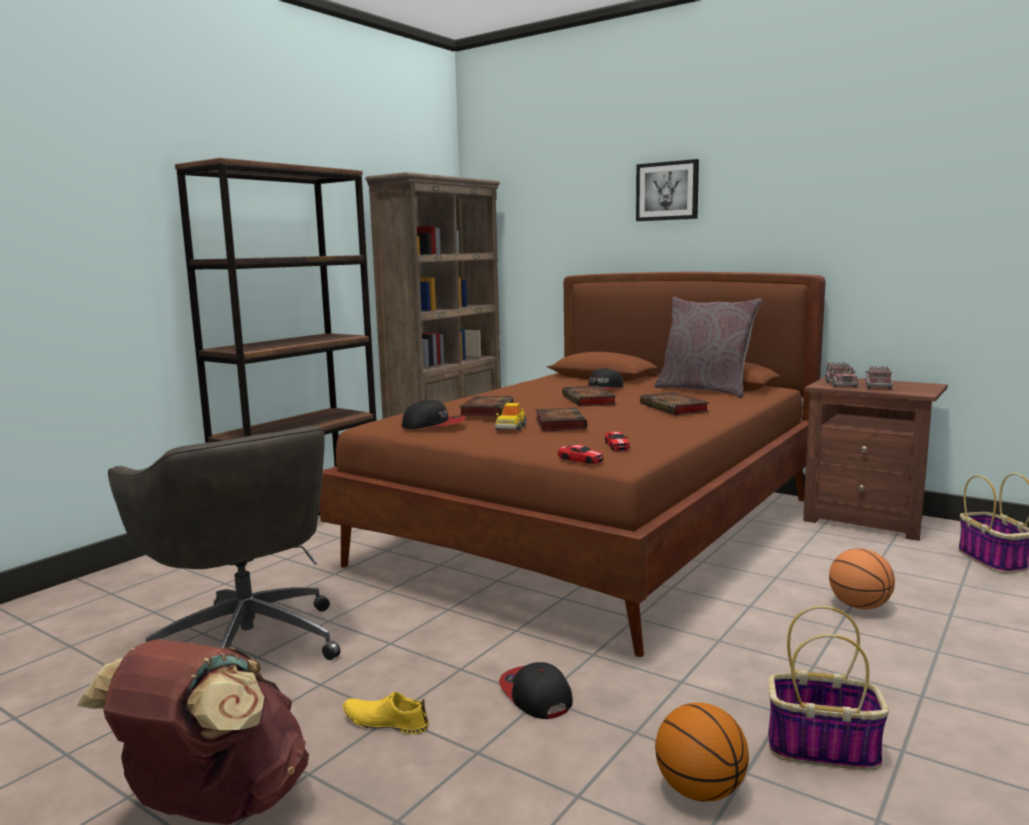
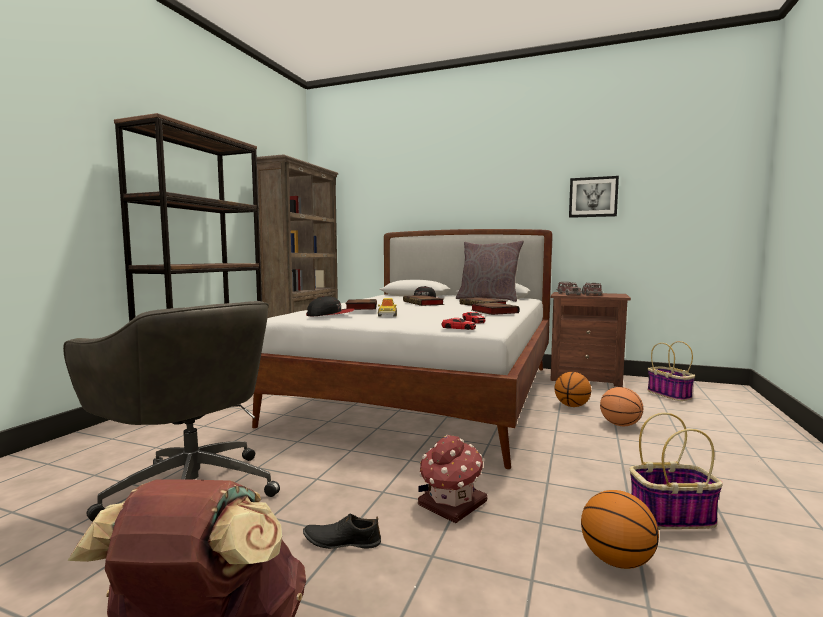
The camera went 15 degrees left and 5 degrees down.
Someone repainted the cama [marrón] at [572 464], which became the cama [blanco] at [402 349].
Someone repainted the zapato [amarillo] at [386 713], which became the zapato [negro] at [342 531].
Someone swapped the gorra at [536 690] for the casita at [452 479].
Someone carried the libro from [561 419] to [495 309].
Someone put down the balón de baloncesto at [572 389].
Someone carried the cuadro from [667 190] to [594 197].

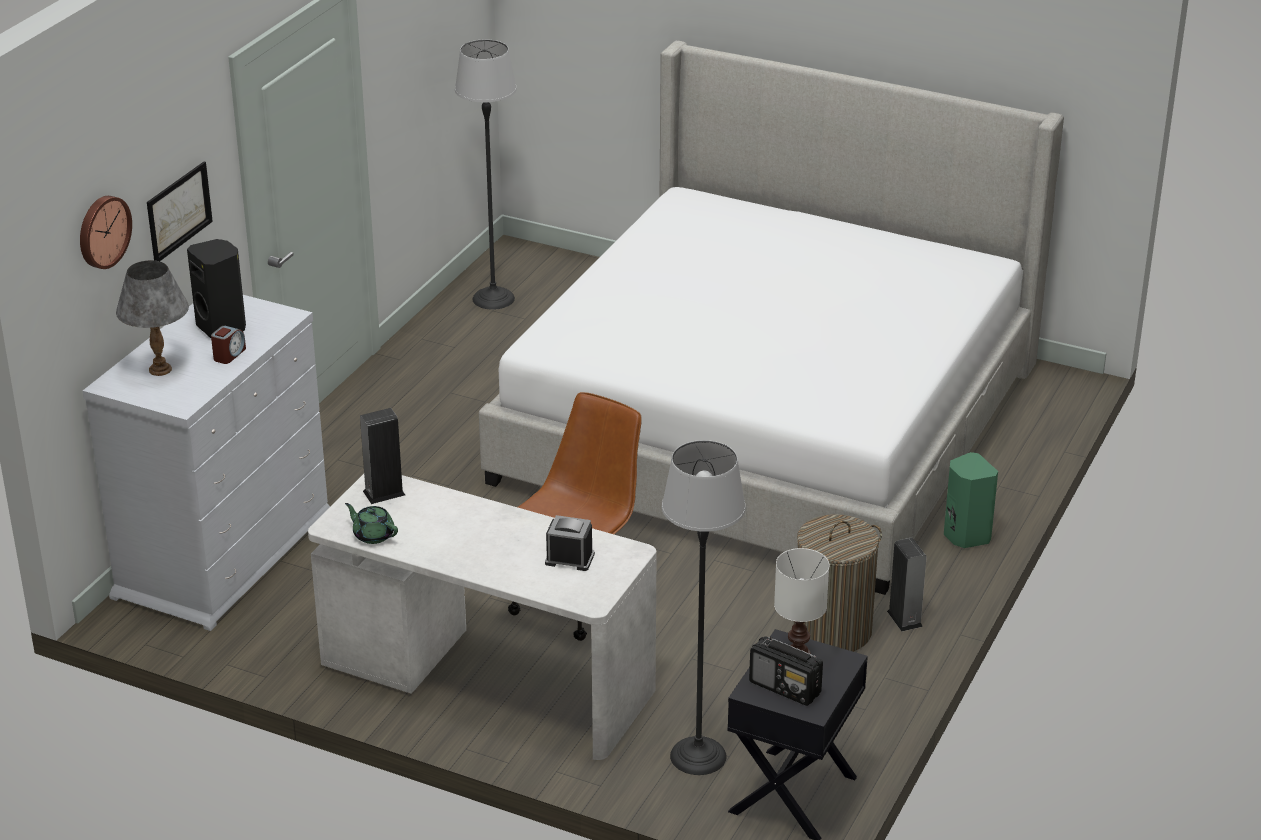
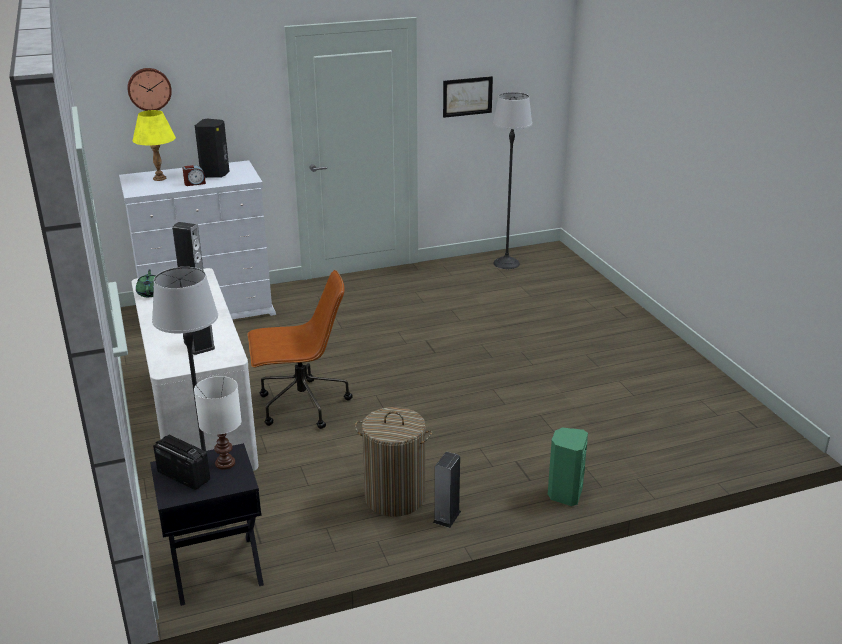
The camera went 45 degrees right and 5 degrees down.
Someone repainted the lámpara de mesa [gris] at [152 318], which became the lámpara de mesa [amarillo] at [154 145].
Someone rotated the radio at [786 671] by 135 degrees clockwise.
Someone carried the cuadro from [180 211] to [468 97].
Someone took away the cama at [771 318].

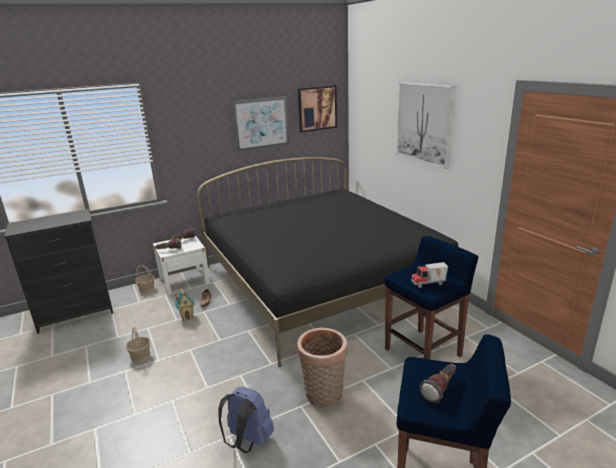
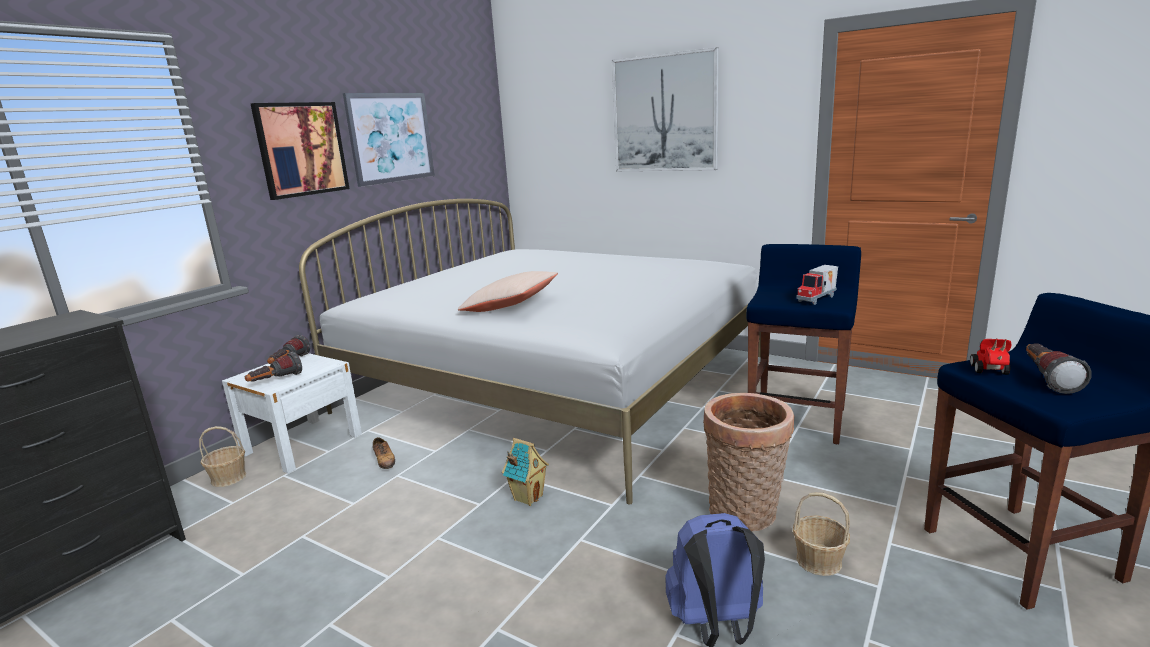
The camera went 30 degrees left and 5 degrees down.
Someone carried the cuadro from [317 108] to [300 151].
Someone repainted the cama [negro] at [327 262], which became the cama [blanco] at [530 352].
Someone put down the cojín [beis] at [508 291].
Someone carried the casita from [185 304] to [525 472].
Someone carried the cesta from [138 344] to [821 534].
Someone put down the coche de juguete at [991 357].

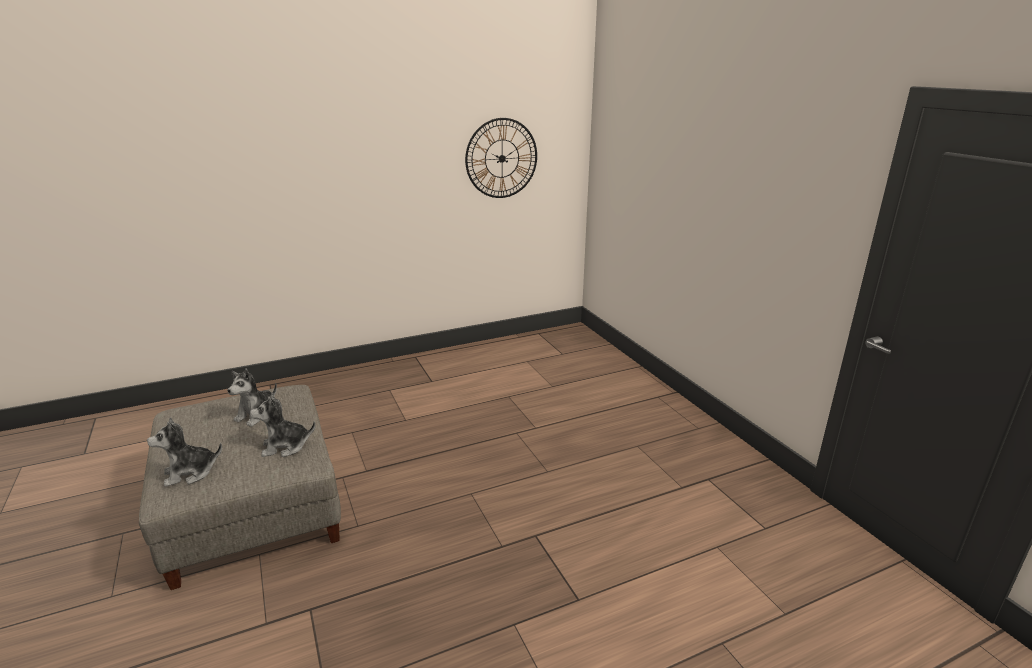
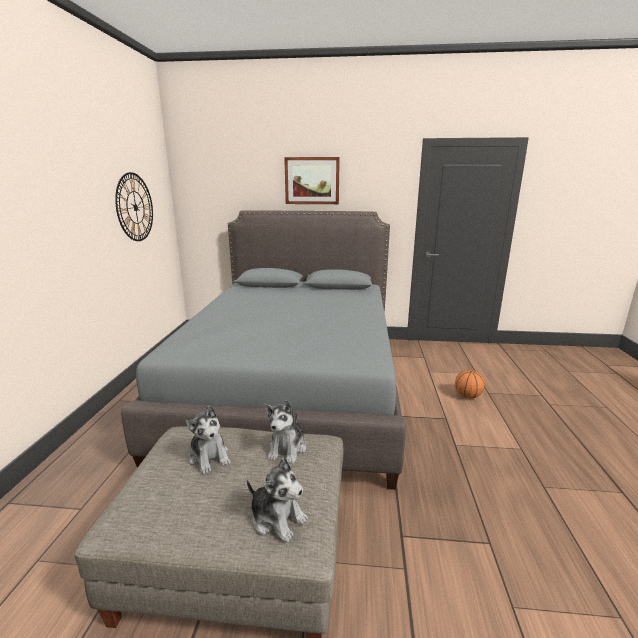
The camera went 60 degrees left and 5 degrees down.
Someone put down the cama [gris] at [263 350].
Someone rotated the peluche at [184 452] by 60 degrees counterclockwise.
Someone put up the cuadro at [312 180].
Someone put down the balón de baloncesto at [470 384].

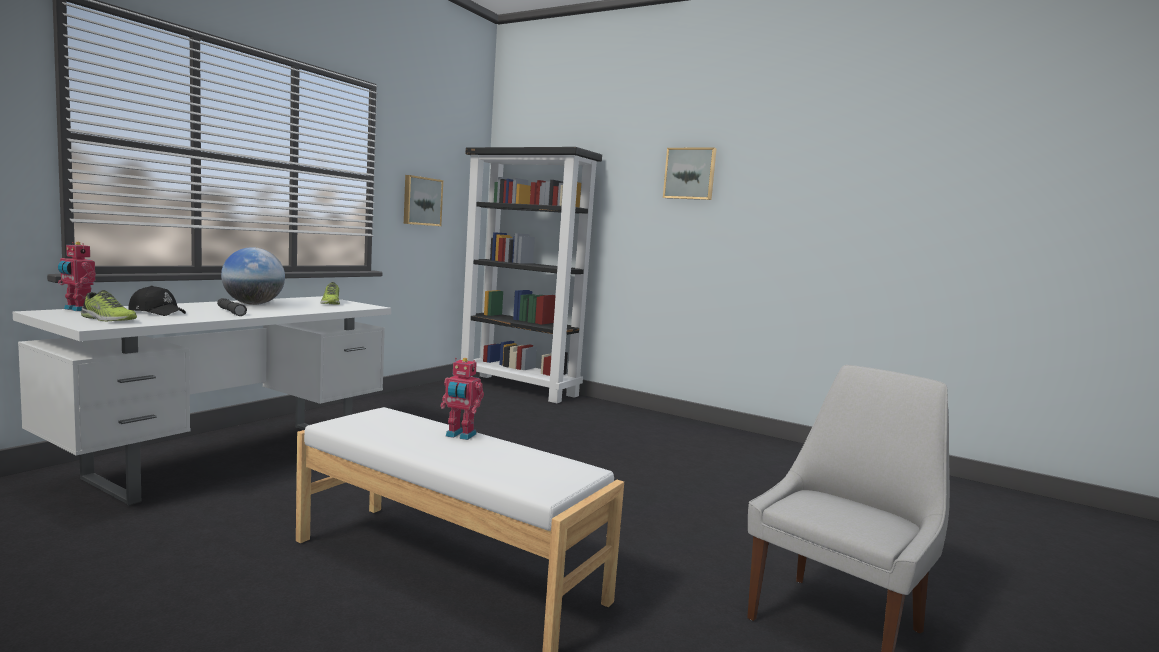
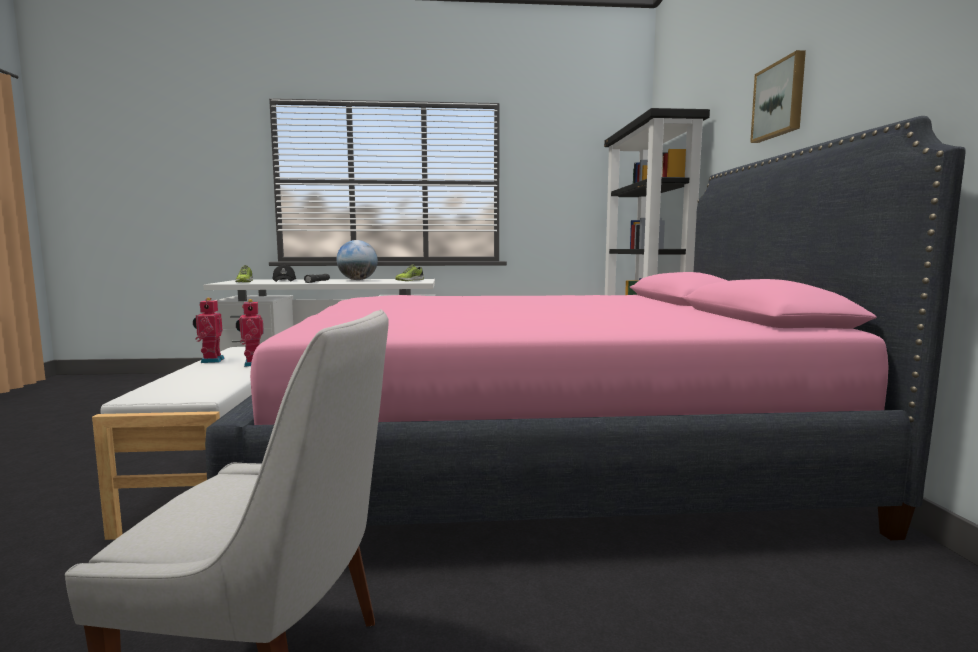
The camera went 55 degrees right and 0 degrees up.
Someone carried the robot de juguete from [77 276] to [209 330].
Someone put down the cama [rosa] at [585 328].
Someone took away the cuadro at [423 200].

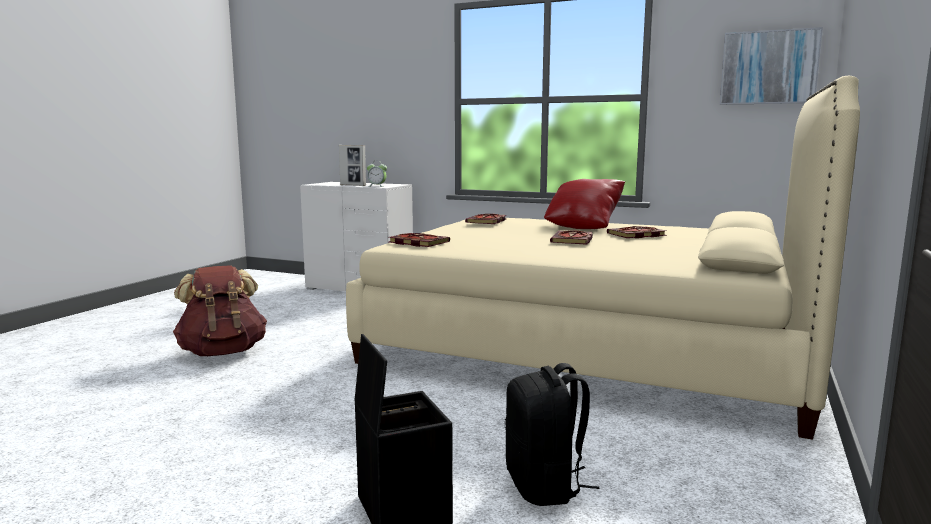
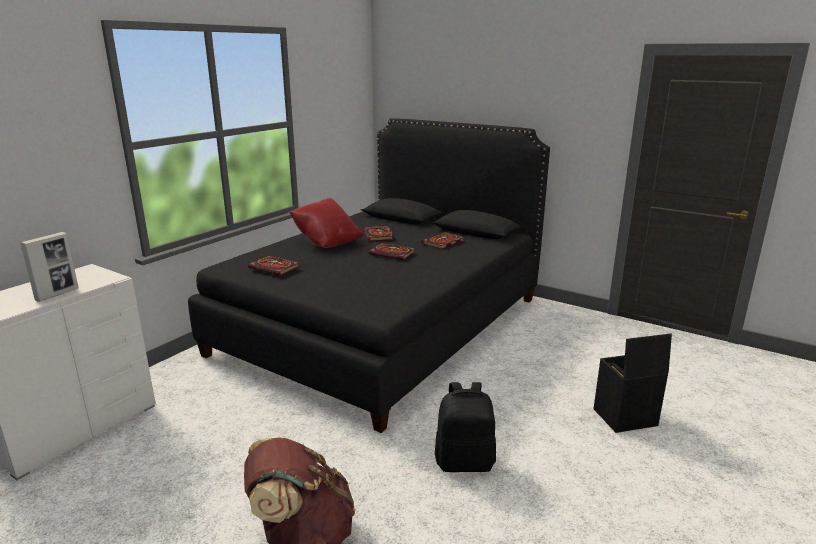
The camera went 80 degrees left and 10 degrees up.
Someone repainted the cama [beis] at [603 258], which became the cama [negro] at [369 275].
Someone carried the libro from [419 240] to [443 240].
Someone carried the mochila [negro] from [552 434] to [465 427].
Someone took away the despertador at [377 175].
Someone took away the cuadro at [771 66].

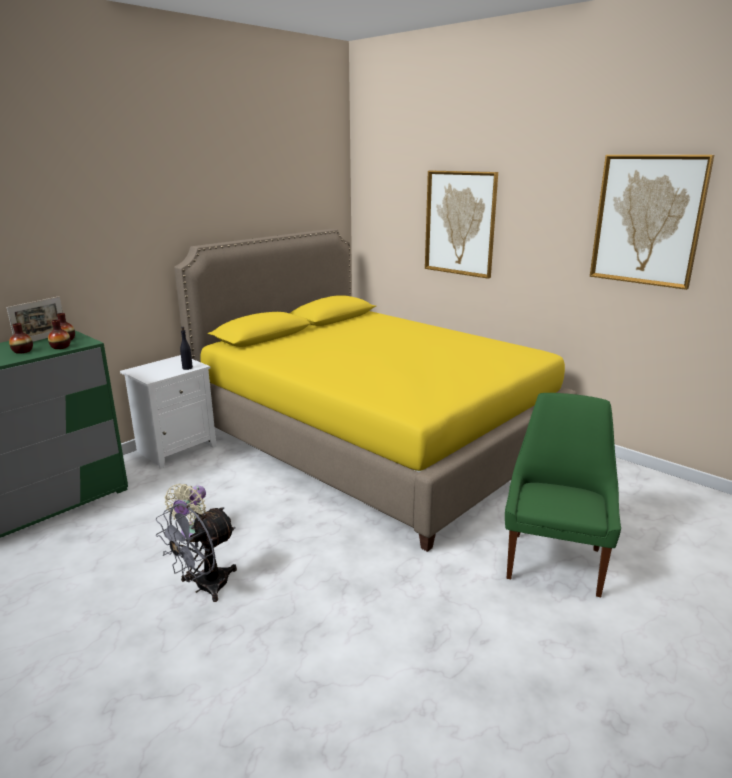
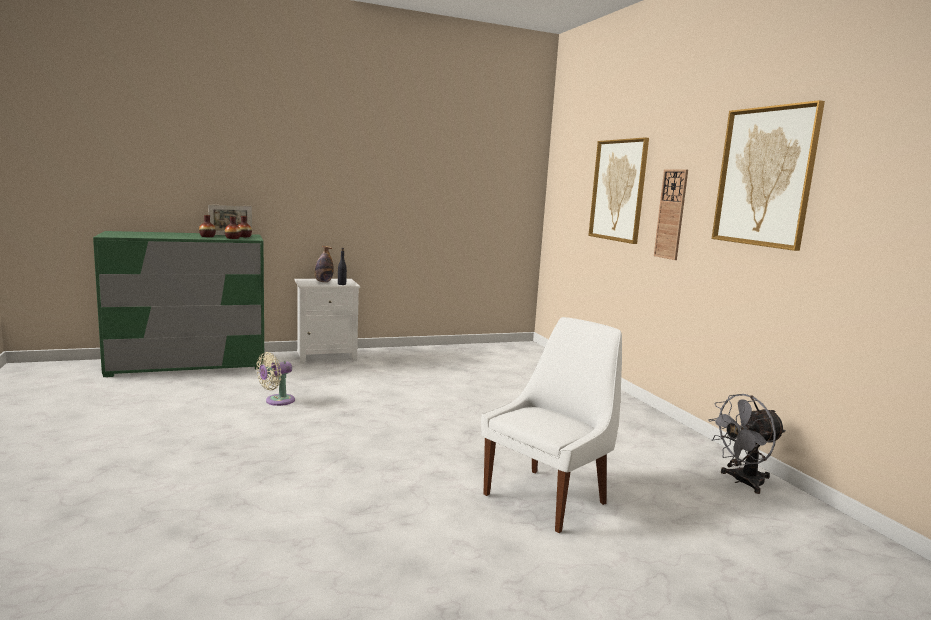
The camera went 25 degrees right and 10 degrees down.
Someone put down the botella at [324 264].
Someone repainted the silla [verde] at [563 495], which became the silla [blanco] at [551 425].
Someone put up the reloj de pared at [671 214].
Someone carried the ventilador [gris] from [196 552] to [747 444].
Someone took away the cama [amarillo] at [375 390].

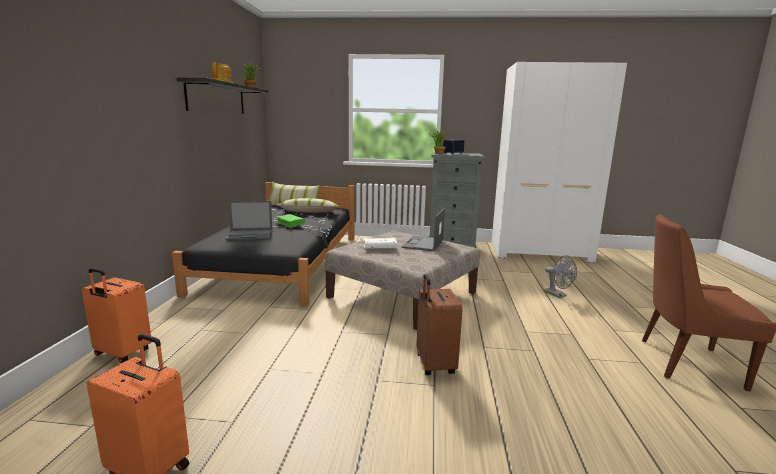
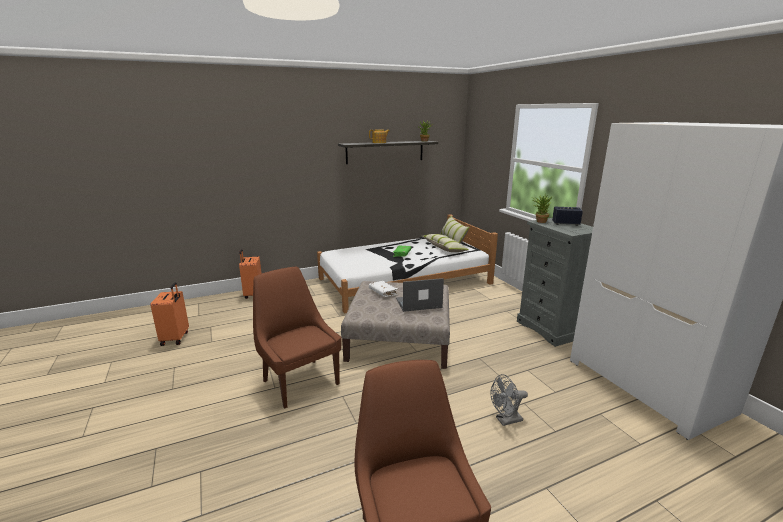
The camera went 60 degrees right and 5 degrees up.
Someone swapped the maleta [marrón] at [440 324] for the silla [marrón] at [297 338].
Someone repainted the cama [negro] at [263 244], which became the cama [blanco] at [407 264].
Someone rotated the ventilador [gris] at [560 276] by 45 degrees clockwise.
Someone took away the portátil at [249 220].

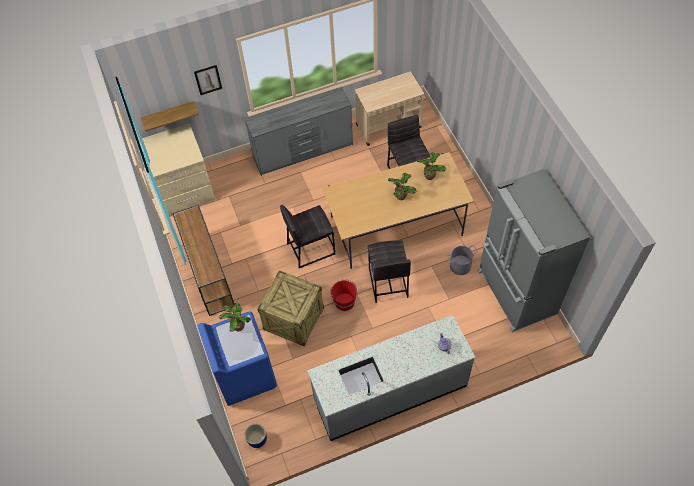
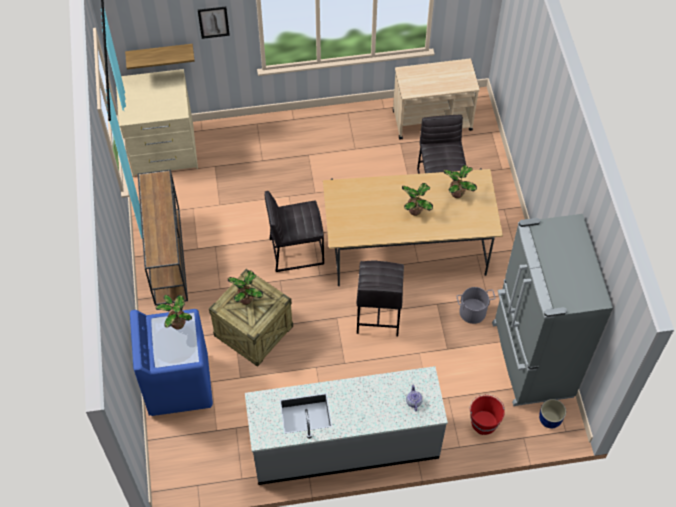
The camera went 10 degrees right and 0 degrees up.
Someone put down the planta en maceta at [245 288].
Someone carried the cubo [rojo] from [343 295] to [487 414].
Someone carried the maceta [azul] from [256 436] to [552 413].
Someone took away the cómoda [gris] at [298 131].

